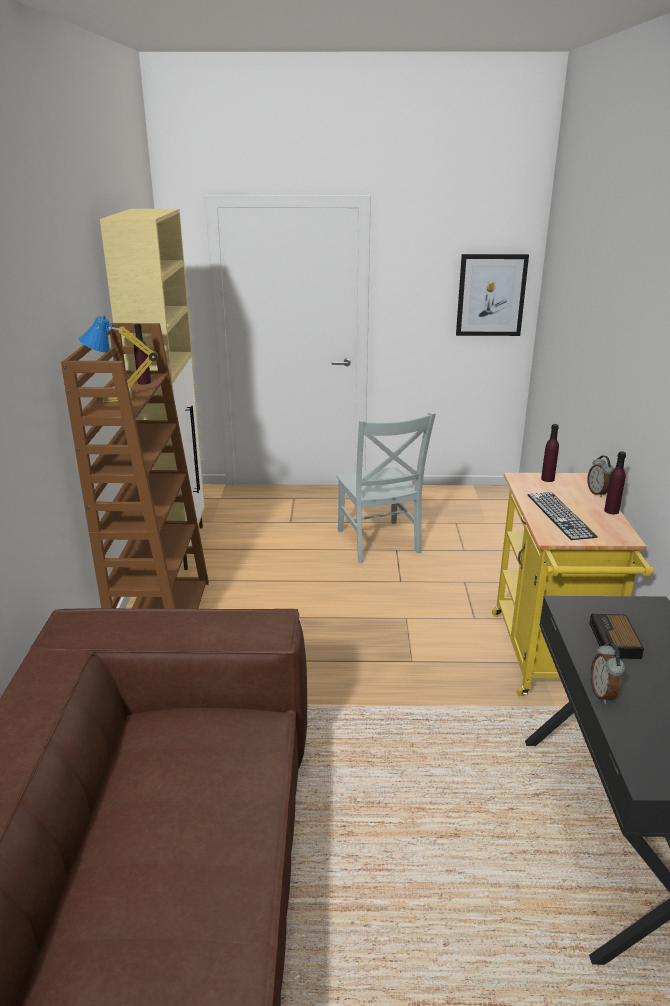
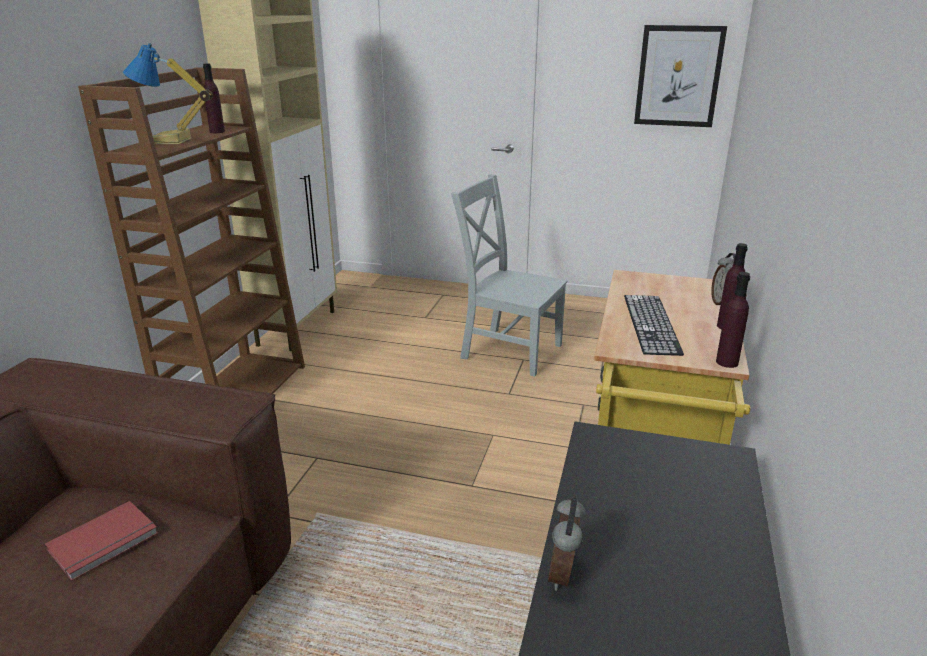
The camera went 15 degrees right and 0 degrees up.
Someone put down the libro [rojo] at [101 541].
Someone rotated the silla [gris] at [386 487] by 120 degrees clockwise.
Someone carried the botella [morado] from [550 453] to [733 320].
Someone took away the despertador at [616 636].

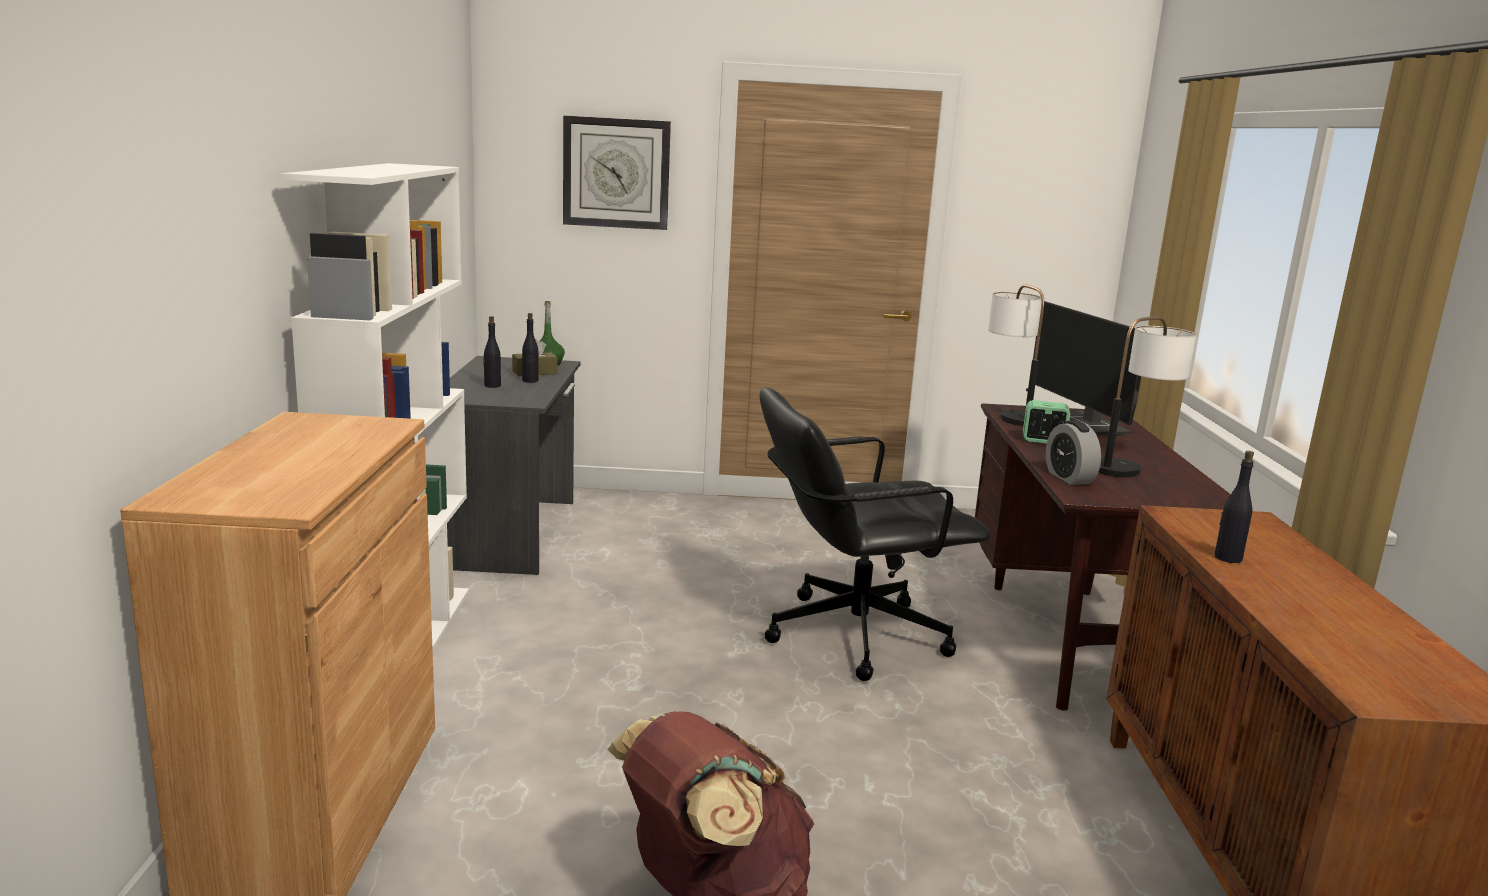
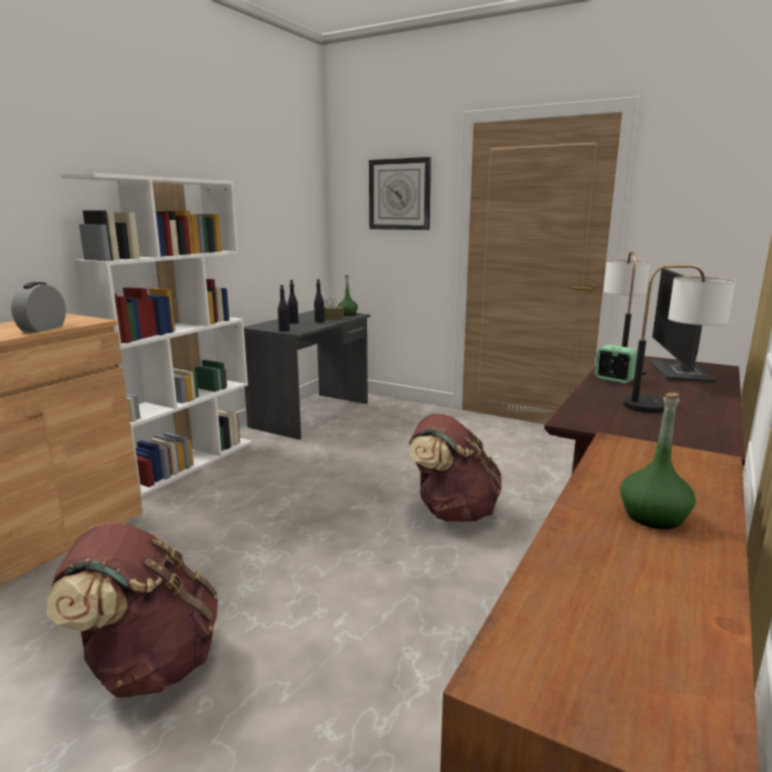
The camera went 30 degrees right and 0 degrees up.
Someone carried the despertador from [1073 453] to [38 307].
Someone carried the botella [negro] from [1234 507] to [283 308].
Someone swapped the silla de oficina [negro] at [875 534] for the mochila [marrón] at [455 468].
Someone put down the botella [verde] at [658 460].

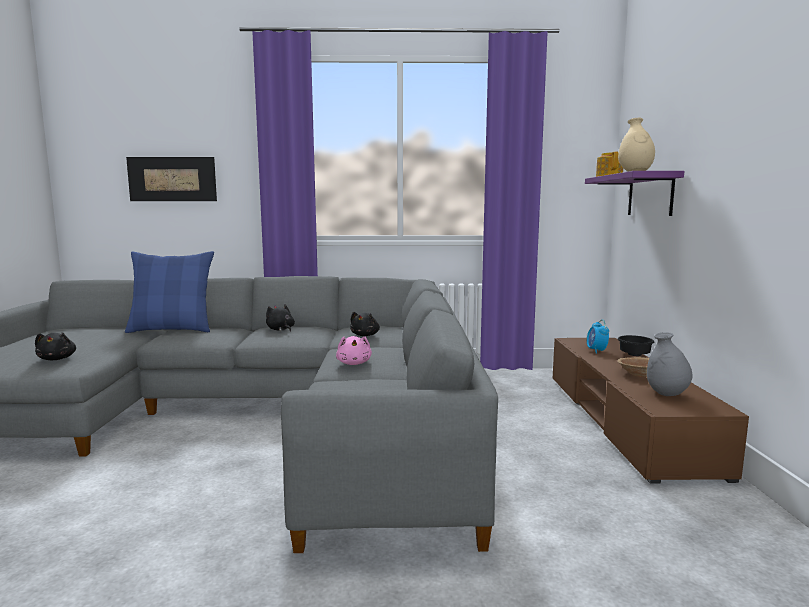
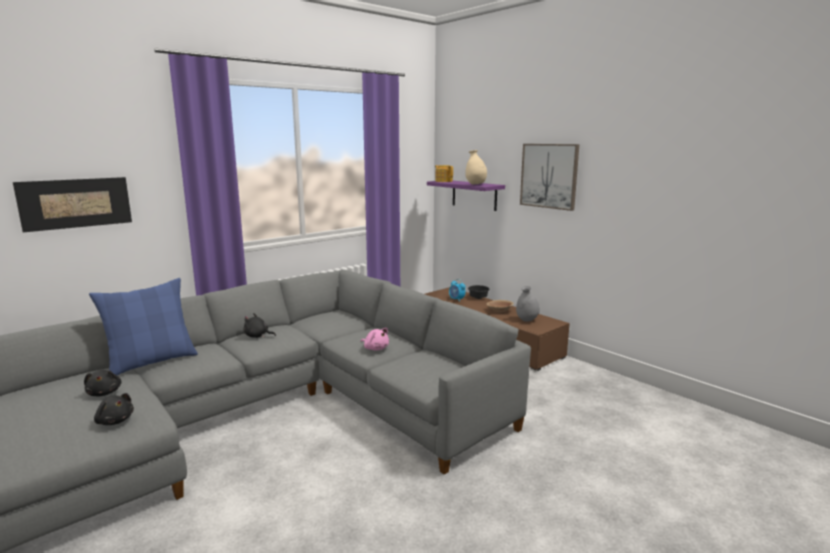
The camera went 40 degrees left and 5 degrees up.
Someone carried the peluche [negro] from [365 324] to [102 383].
Someone put up the cuadro at [549 177].

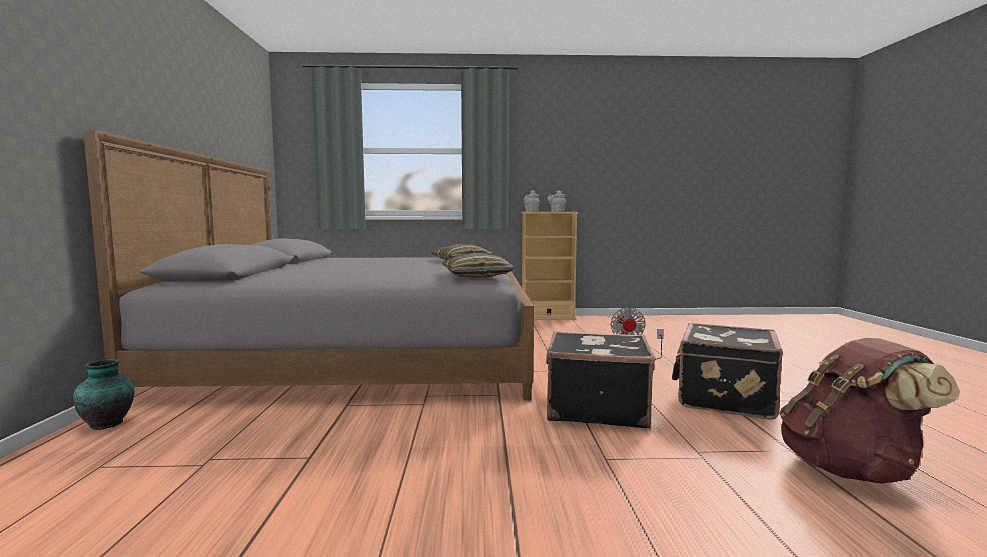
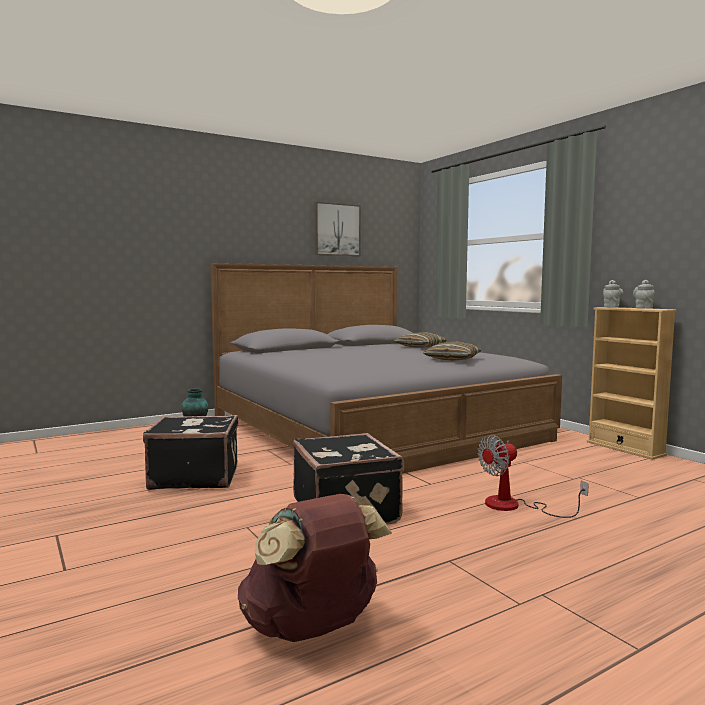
The camera went 60 degrees right and 0 degrees up.
Someone carried the maleta [negro] from [727 371] to [190 452].
Someone put up the cuadro at [338 229].
Someone carried the cojín from [478 265] to [420 340].

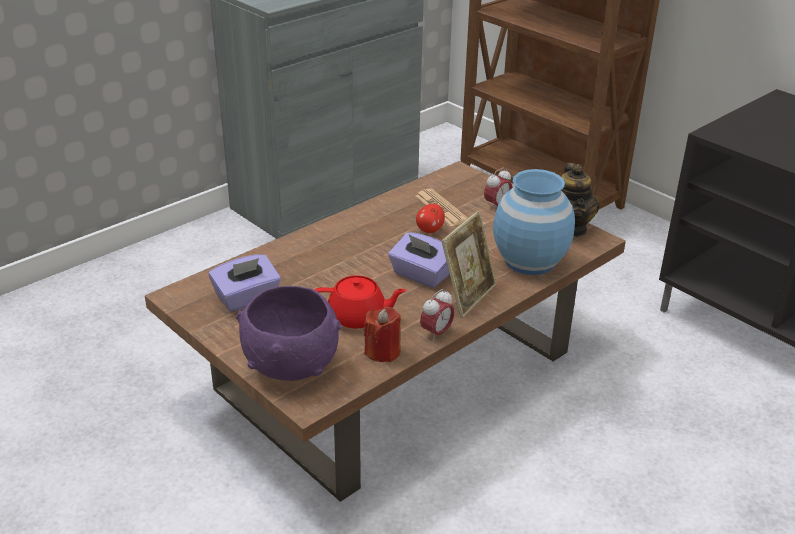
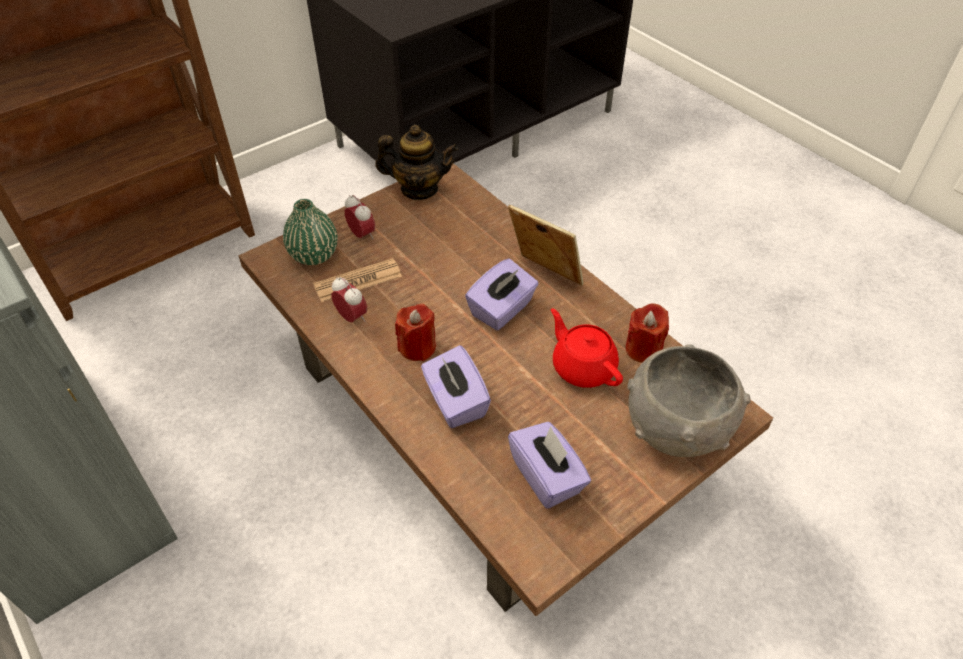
The camera went 85 degrees left and 15 degrees up.
Someone put down the florero [verde] at [310 232].
Someone carried the despertador from [437 315] to [349 299].
Someone put down the vela [rojo] at [415 332].
Someone put down the caja de pañuelos [morado] at [456 386].
Someone rotated the tetera [rojo] at [360 302] by 45 degrees counterclockwise.
Someone repainted the cuenco [morado] at [289 333], which became the cuenco [gris] at [689 400].
Someone took away the manzana at [430 218].
Someone took away the florero [azul] at [534 222].

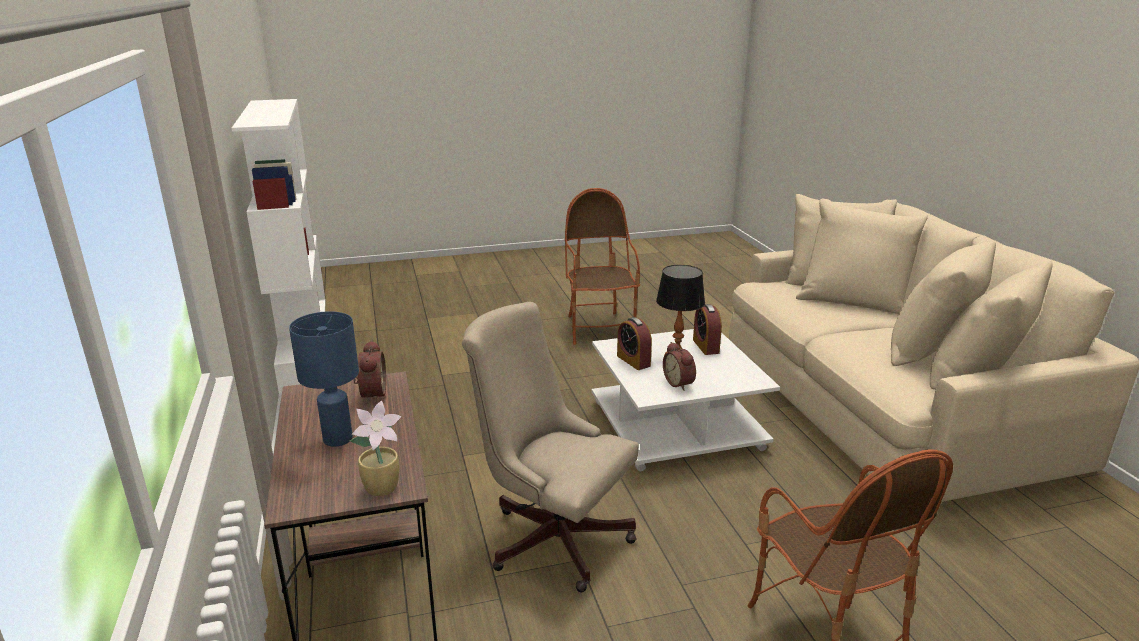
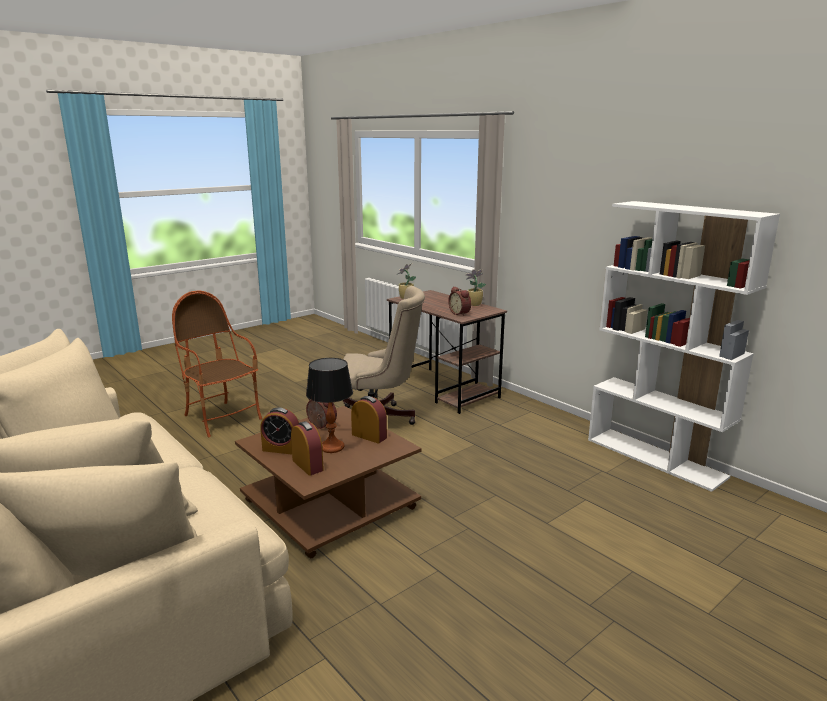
The camera went 155 degrees right and 5 degrees down.
Someone repainted the mesa de centro [blanco] at [686 400], which became the mesa de centro [marrón] at [328 482].
Someone put down the despertador at [279 431].
Someone put down the planta en maceta at [476 287].
Someone took away the lámpara de mesa [azul] at [324 379].
Someone took away the sillón at [602 266].

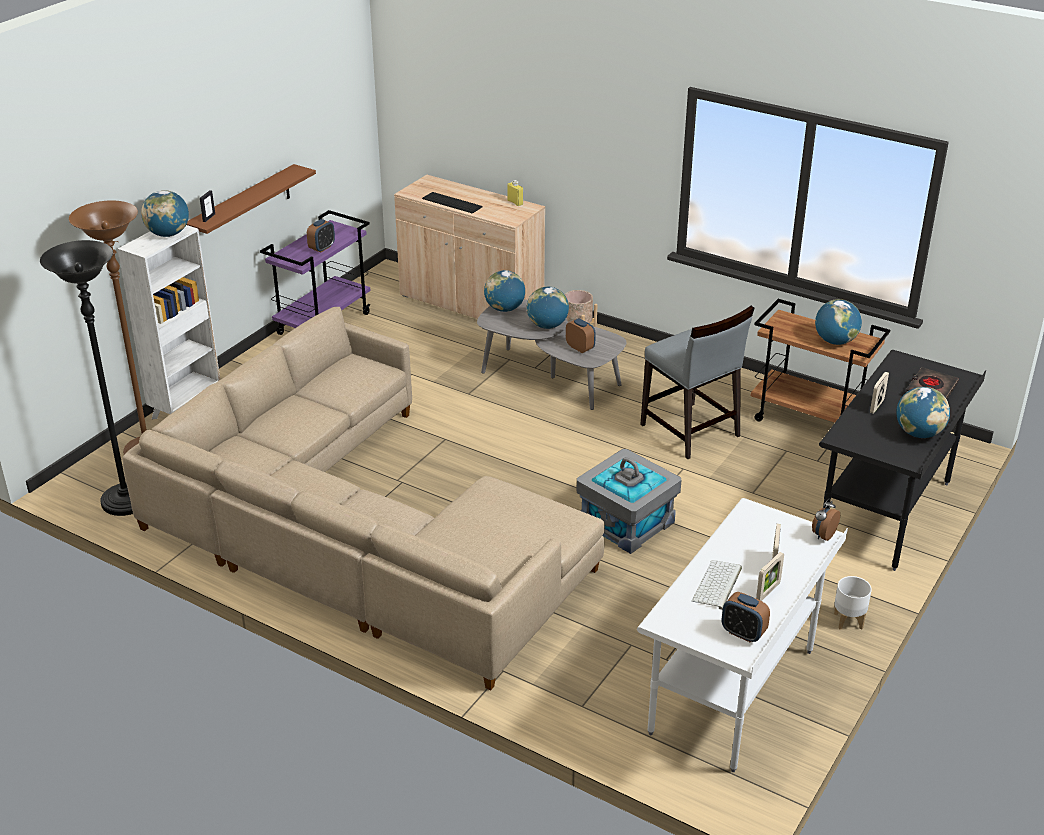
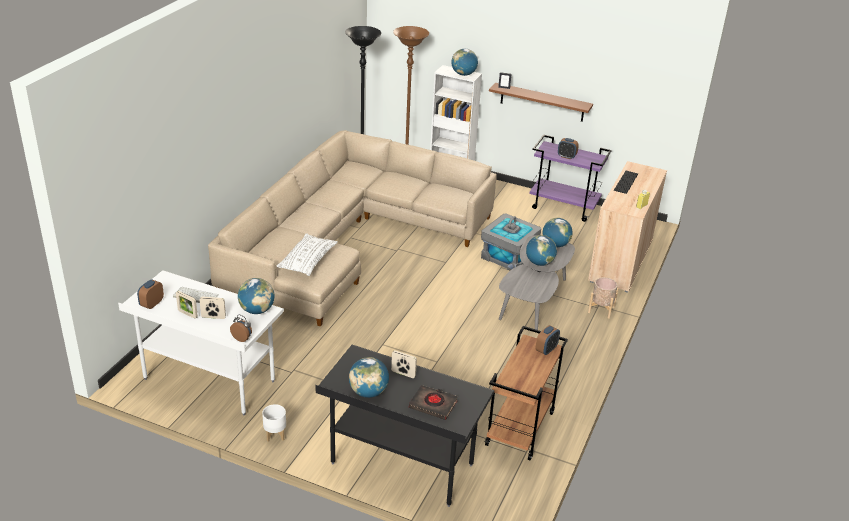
The camera went 80 degrees right and 0 degrees up.
Someone carried the globo terráqueo from [838 322] to [256 296].
Someone put down the cojín [blanco] at [307 254].
Someone carried the caja de almacenaje [gris] from [629 501] to [511 242].
Someone carried the despertador from [581 335] to [548 340].
Someone took away the silla [gris] at [697 382].

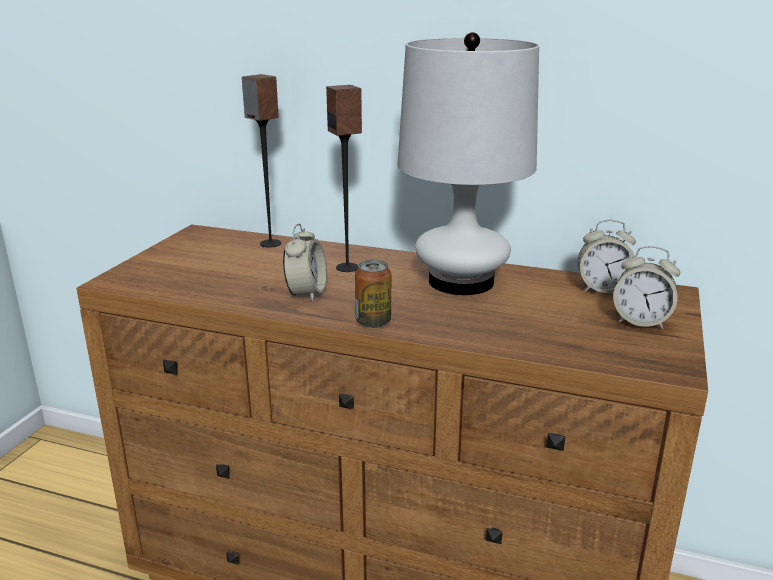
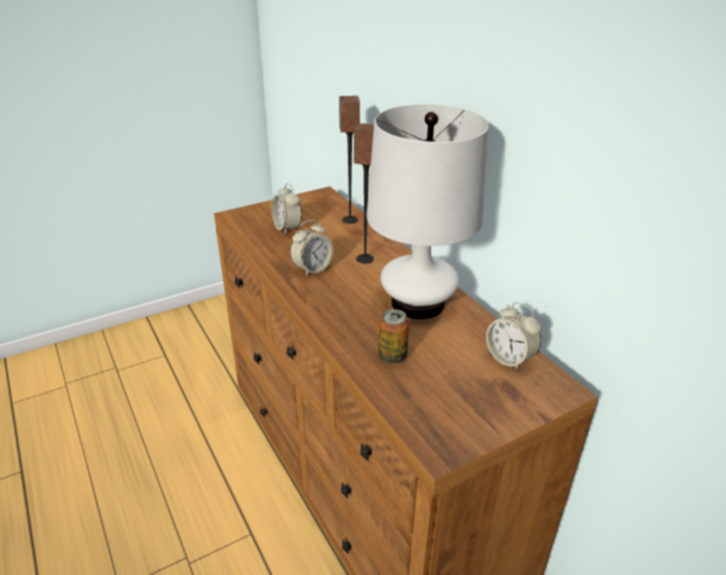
The camera went 40 degrees right and 10 degrees up.
Someone carried the despertador from [646 287] to [286 208].
Someone carried the lata from [373 294] to [393 336].

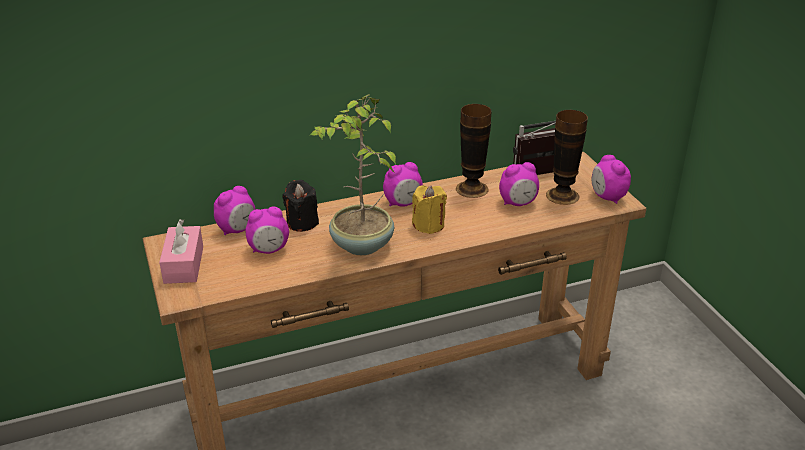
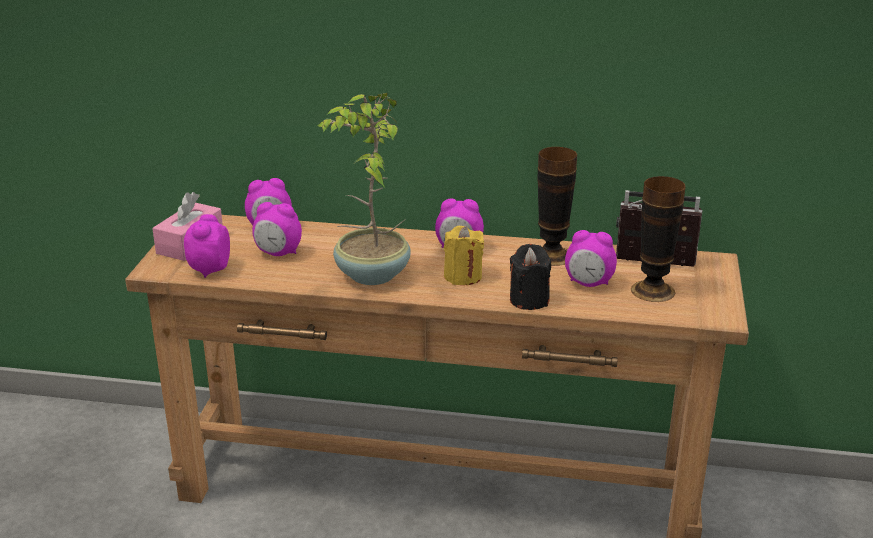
The camera went 30 degrees right and 5 degrees down.
Someone carried the despertador from [611 179] to [207 246].
Someone carried the vela [negro] from [300 206] to [530 277].

